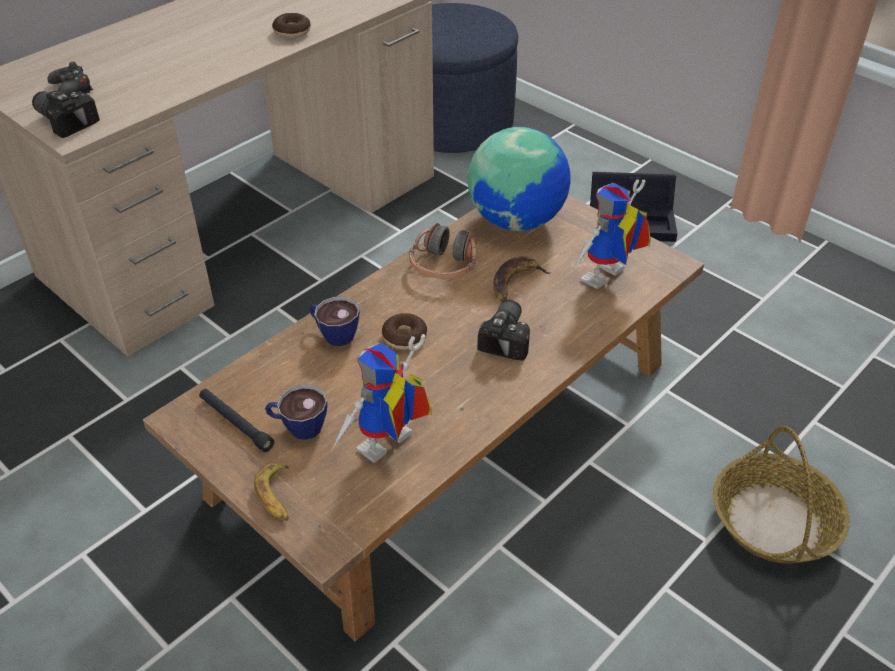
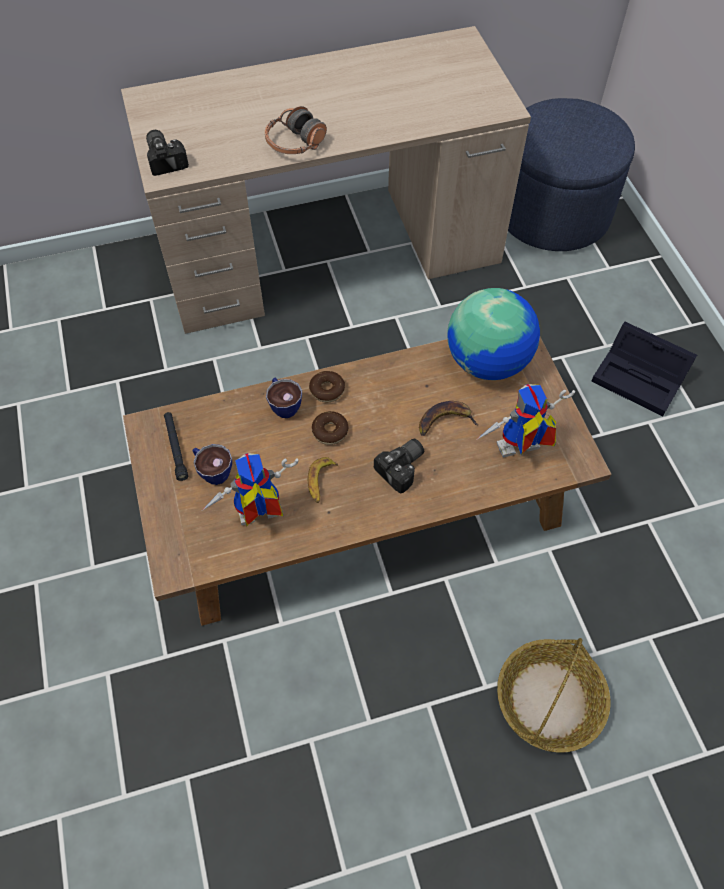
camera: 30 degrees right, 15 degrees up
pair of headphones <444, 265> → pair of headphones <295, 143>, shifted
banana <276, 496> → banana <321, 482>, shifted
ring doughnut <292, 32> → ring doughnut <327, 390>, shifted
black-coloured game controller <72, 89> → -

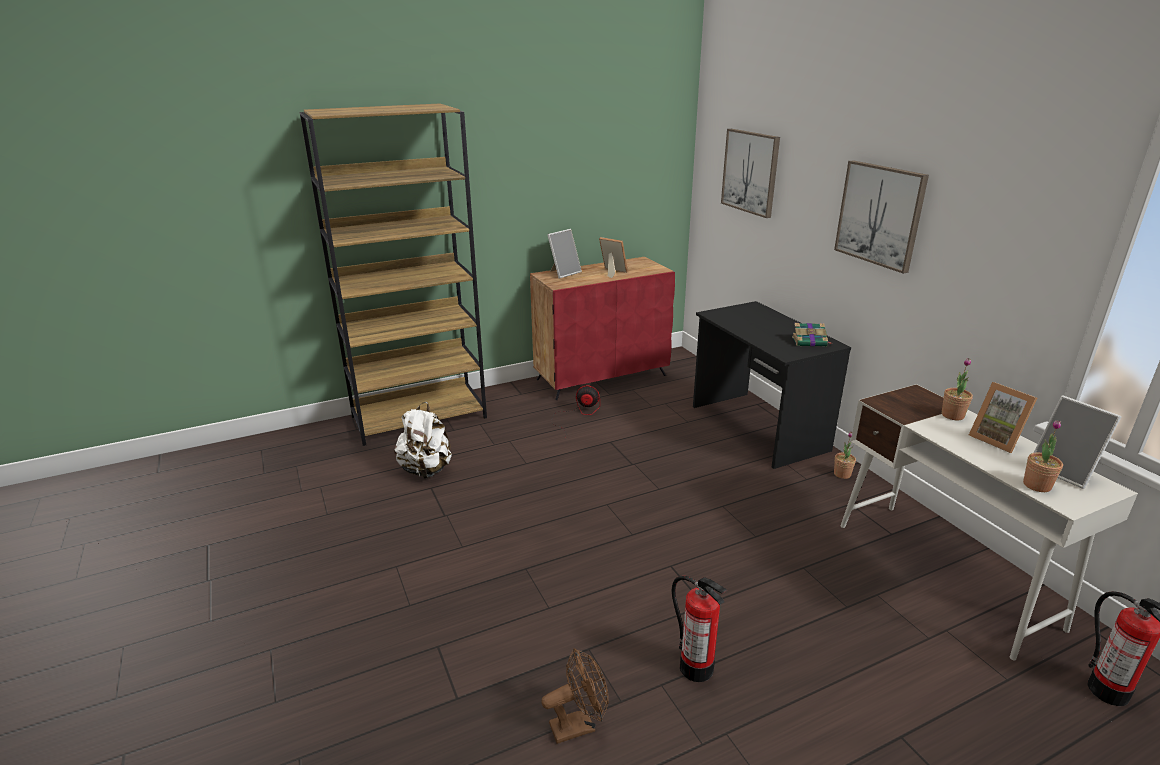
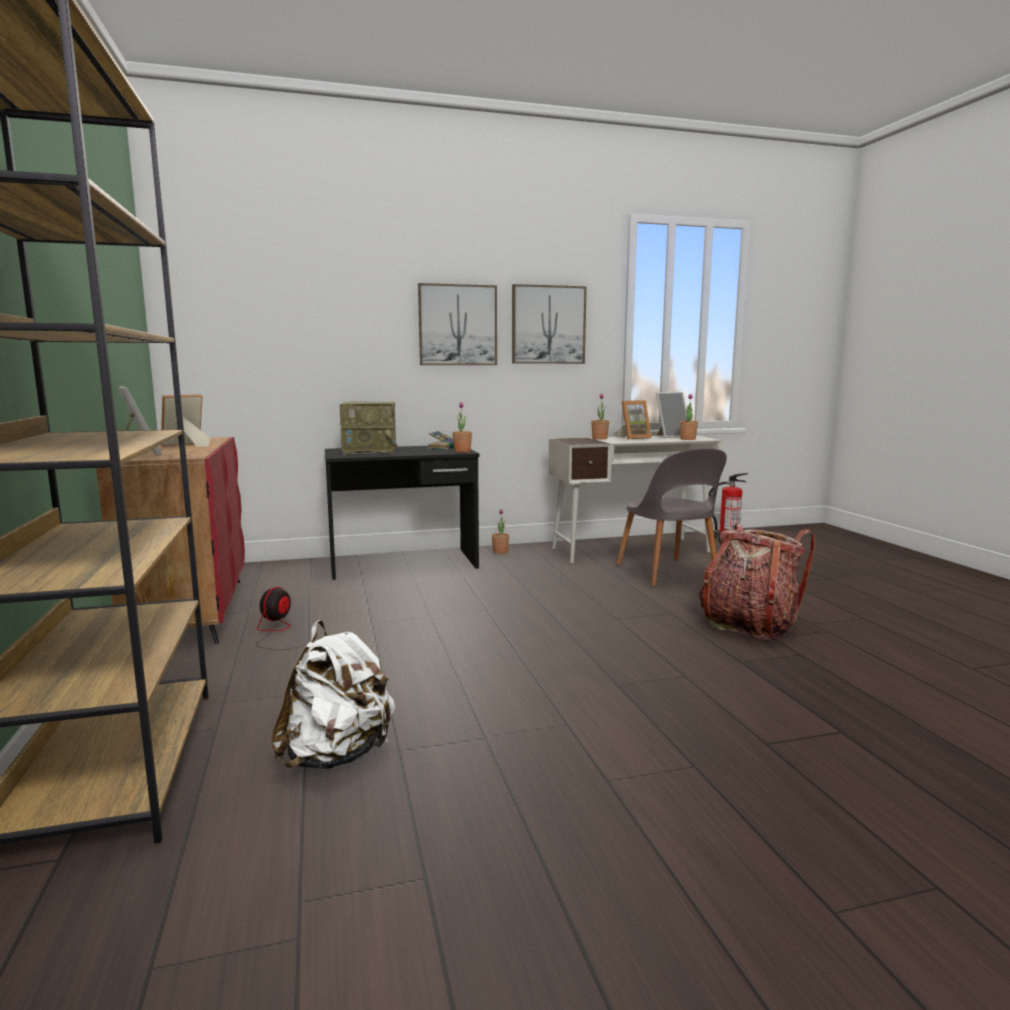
camera: 80 degrees left, 15 degrees down
- → radio <371, 452>
- → houseplant <462, 451>
wall art <750, 172> → wall art <548, 325>, shifted
- → grey chair <668, 573>
fire extinguisher <696, 667> → backpack <748, 624>
brownish cooling fan <579, 725> → -

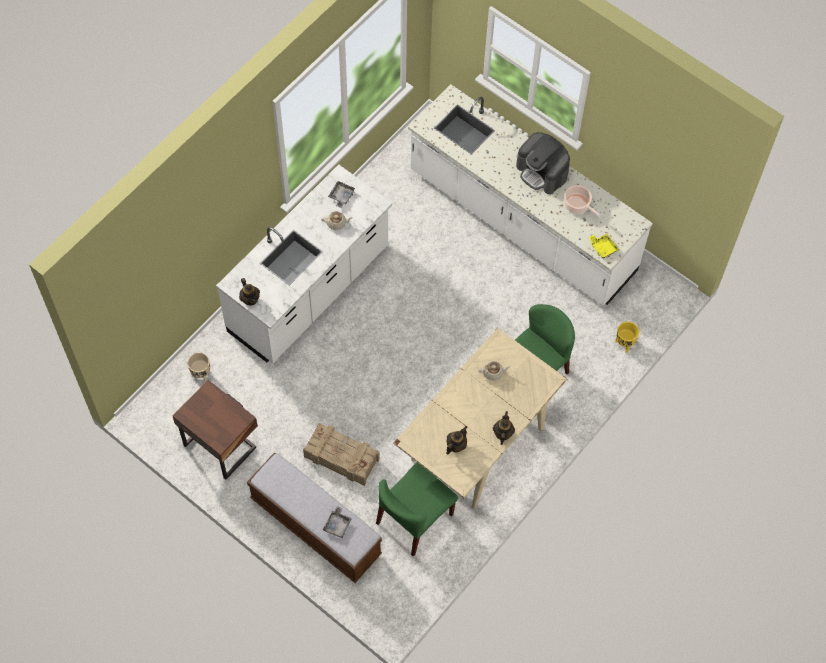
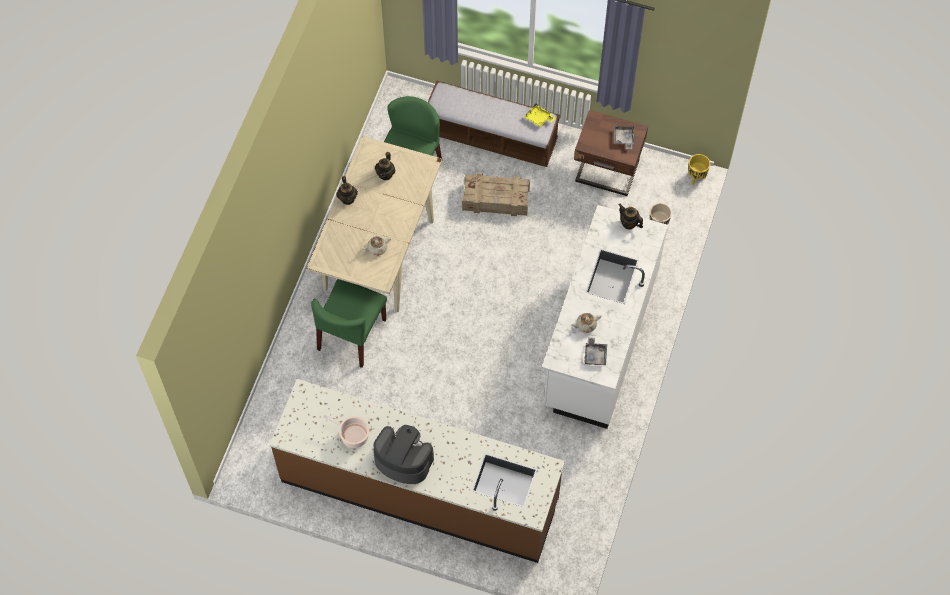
camera: 160 degrees right, 0 degrees up
white kitchen counter <521, 223> → brownish kitchen counter <419, 490>
yellowish serving tray <603, 247> → yellowish serving tray <538, 118>, shifted
grey serving tray <337, 524> → grey serving tray <623, 139>, shifted
yellowish plant pot <624, 344> → yellowish plant pot <696, 177>, shifted

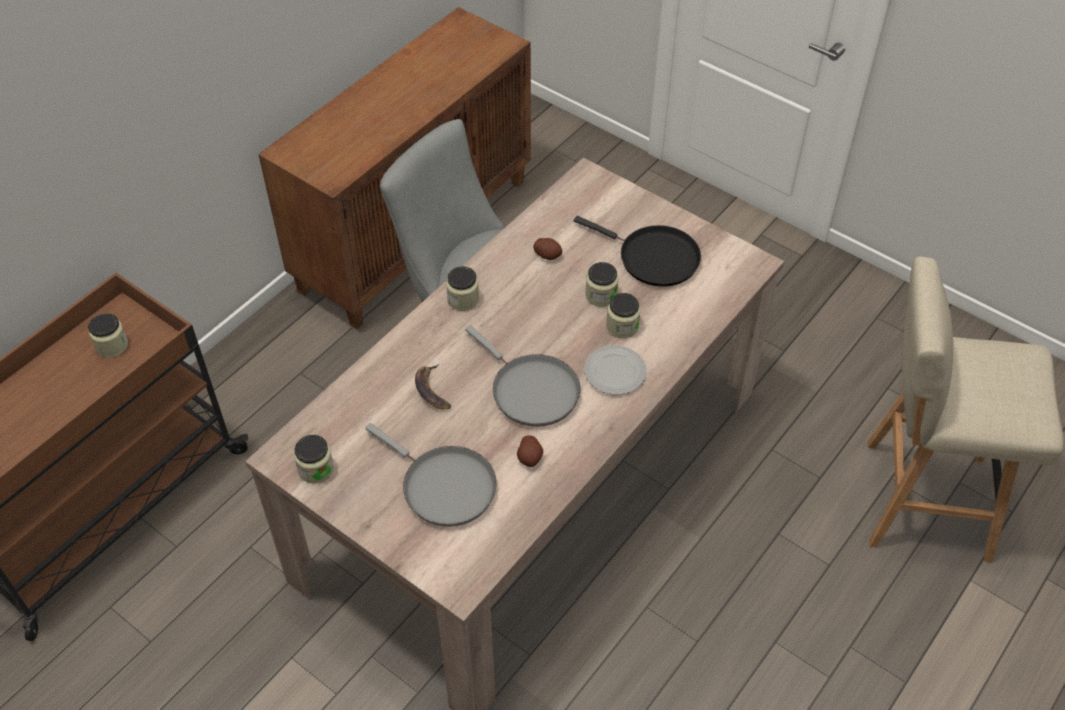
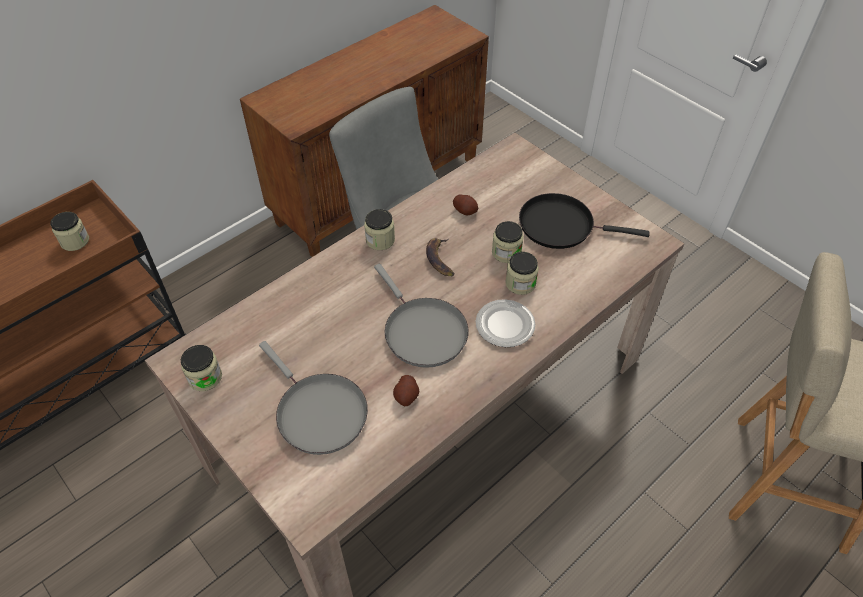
camera: 10 degrees right, 0 degrees up
banana <432, 390> → banana <440, 259>, shifted
black-coloured skillet <653, 258> → black-coloured skillet <561, 225>, 150 degrees clockwise

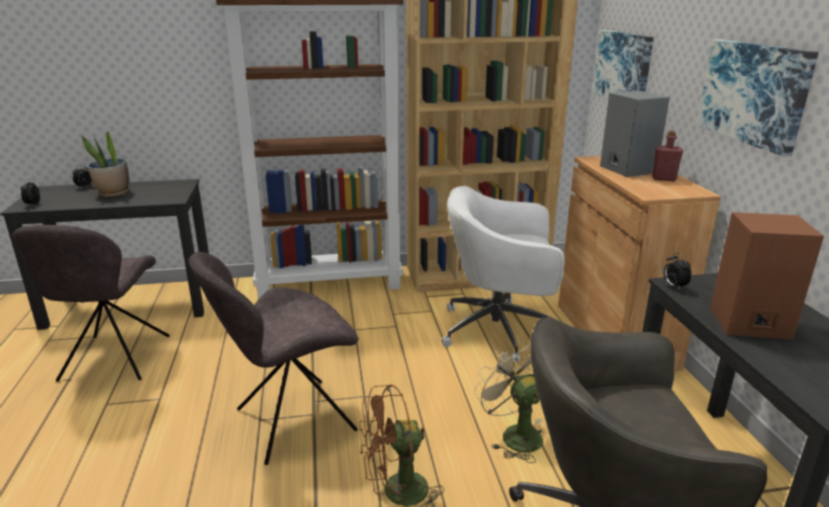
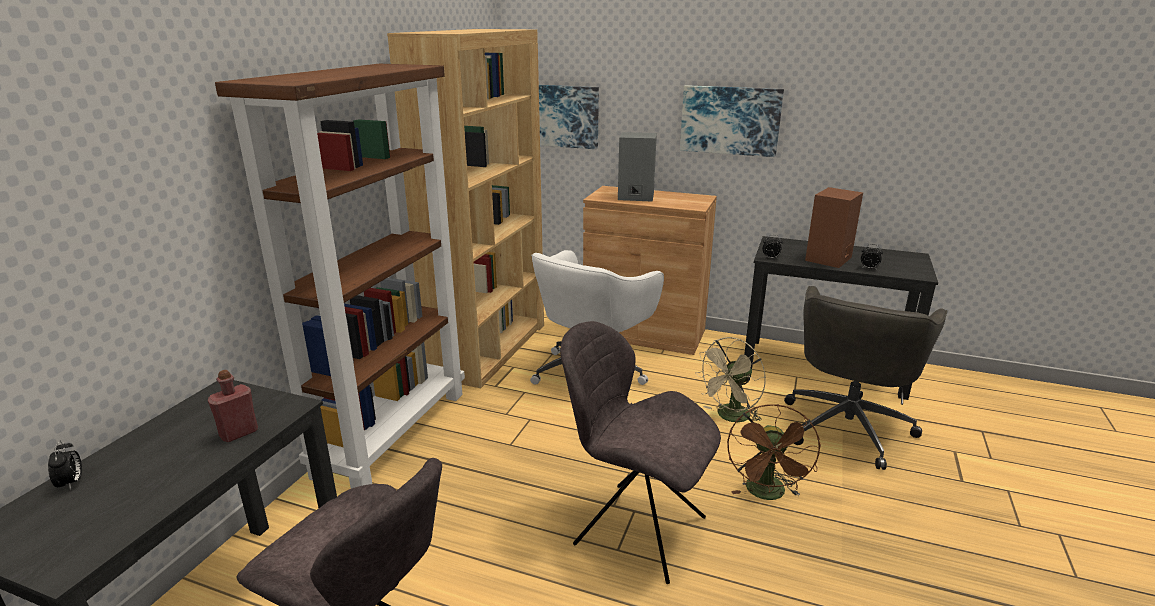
camera: 60 degrees left, 0 degrees up
red-coloured drink bottle <664, 179> → red-coloured drink bottle <239, 433>, shifted
grey chair <290, 421> → grey chair <635, 528>, 120 degrees clockwise
sand-coloured cooling fan <515, 434> → sand-coloured cooling fan <730, 417>, 45 degrees counterclockwise
table clock <33, 205> → table clock <868, 269>, shifted
houseplant <114, 193> → -

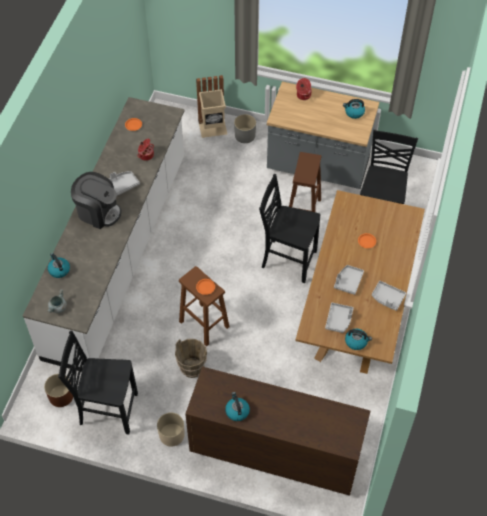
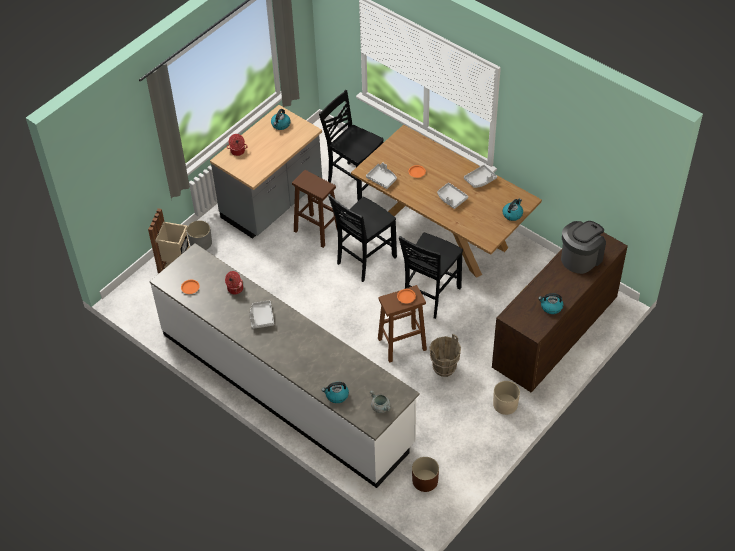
camera: 65 degrees left, 5 degrees down
grey serving tray <339, 320> → grey serving tray <382, 179>, shifted
black-coloured chair <107, 409> → black-coloured chair <430, 296>, shifted
coffee brewer <98, 212> → coffee brewer <581, 257>, shifted

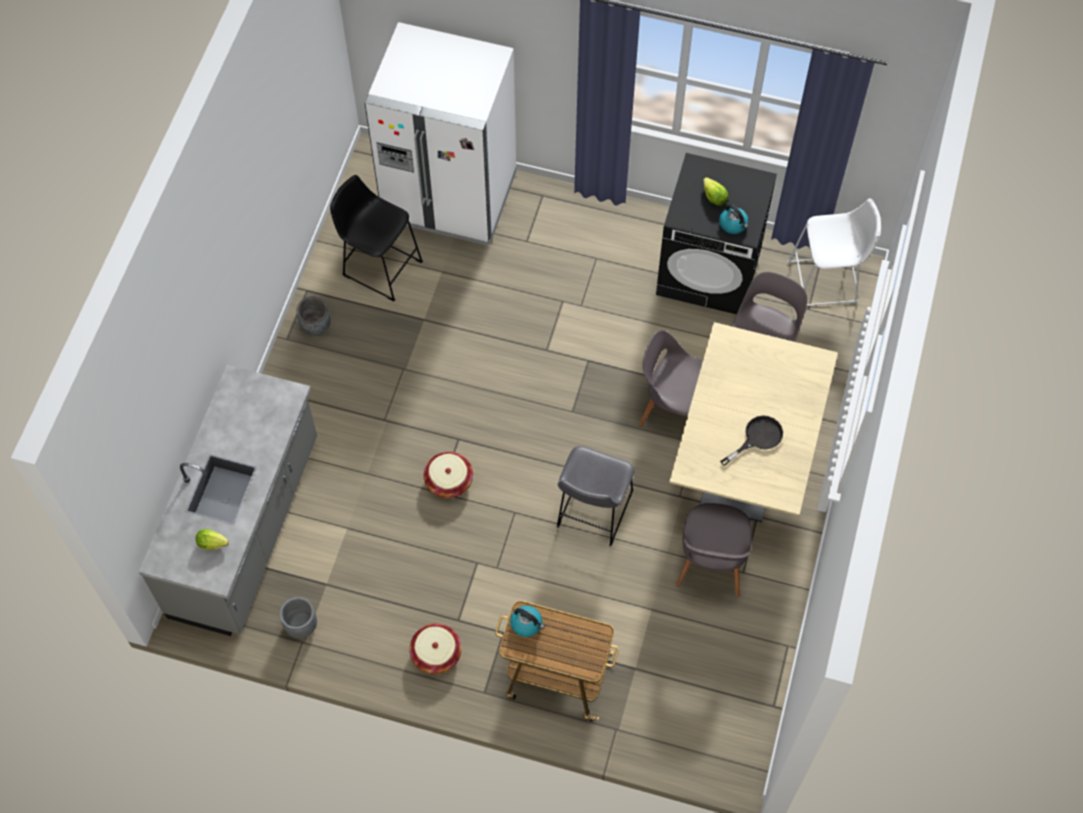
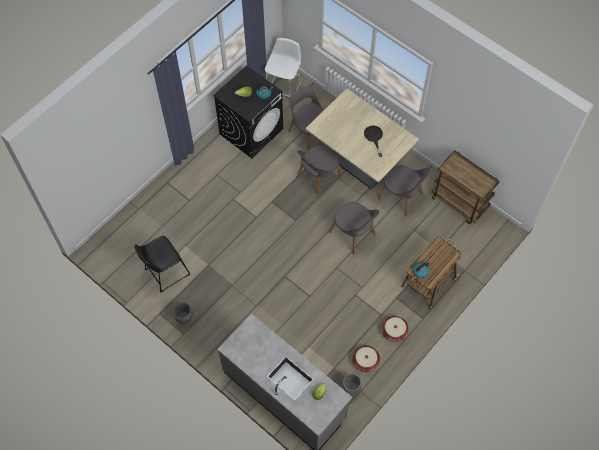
camera: 65 degrees left, 0 degrees up
grey stool <592, 513> → grey chair <353, 234>
basket <449, 481> → basket <365, 361>, shifted
- → brownish trolley <460, 202>
white fridge <449, 197> → -

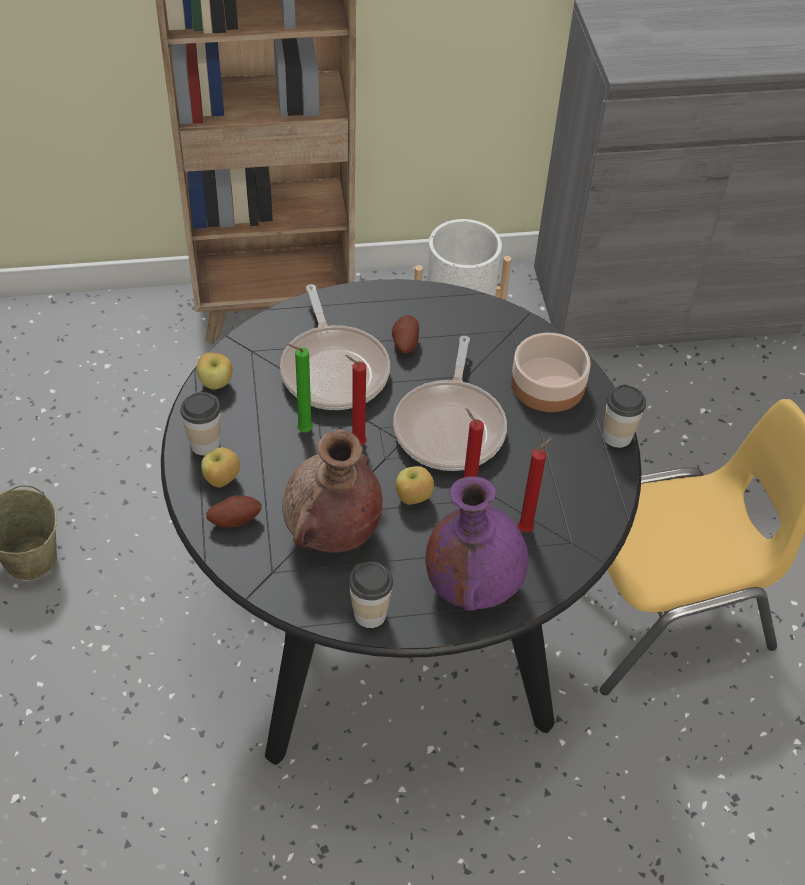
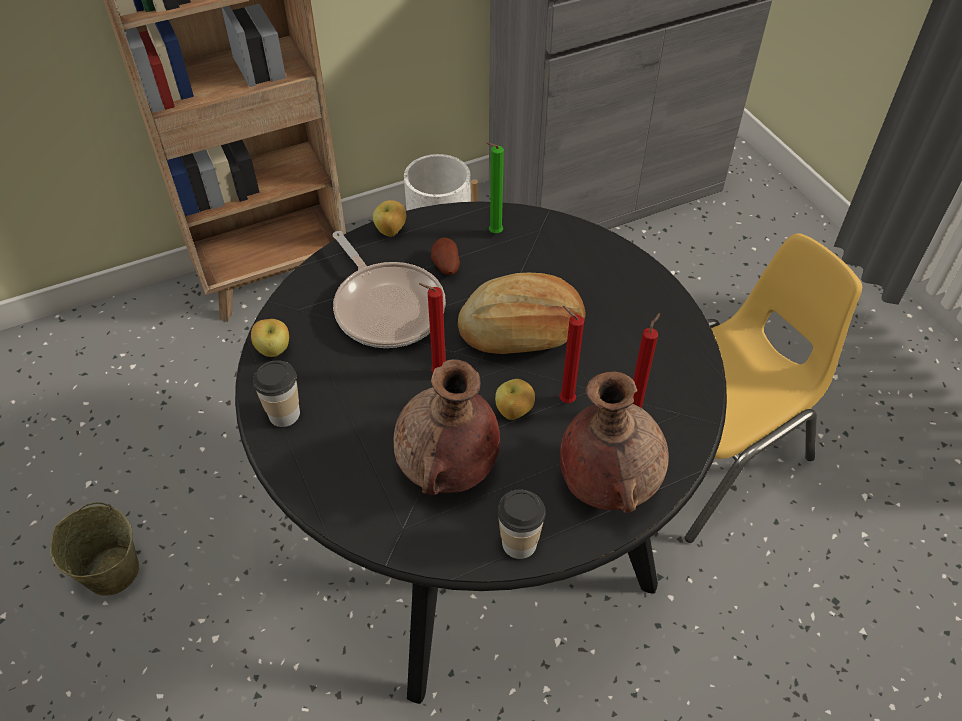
camera: 15 degrees left, 0 degrees up
apple fruit <222, 480> → apple fruit <391, 231>, shifted
skillet <451, 426> → bakery bread <521, 333>
green-coloured wax candle <302, 431> → green-coloured wax candle <493, 233>, shifted
purple-coloured vase <472, 584> → brownish vase <607, 482>
spud <235, 519> → -
serving bowl <547, 383> → -
small cup <617, 436> → -

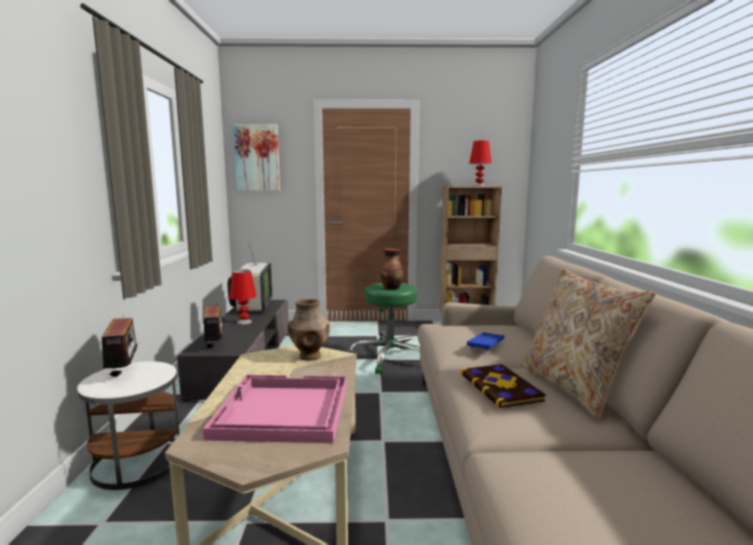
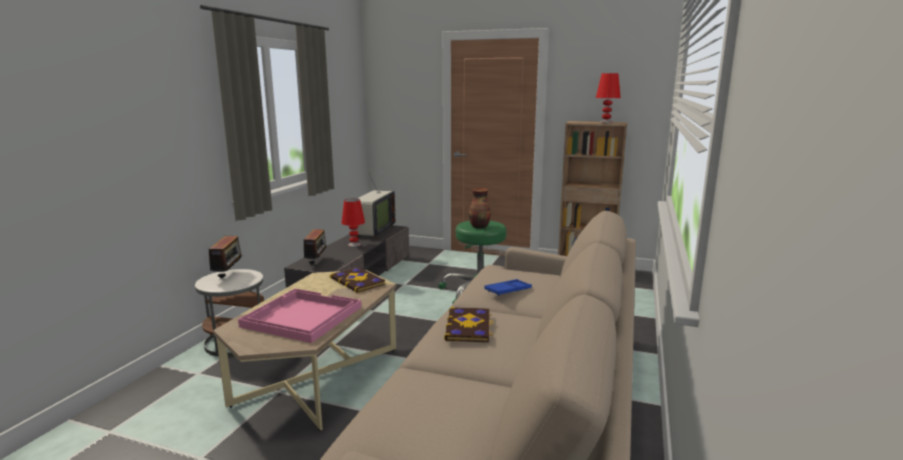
camera: 20 degrees right, 5 degrees up
brownish vase <309, 356> → bound book <358, 281>
wall art <257, 158> → -
sand-coloured pillow <573, 387> → -

